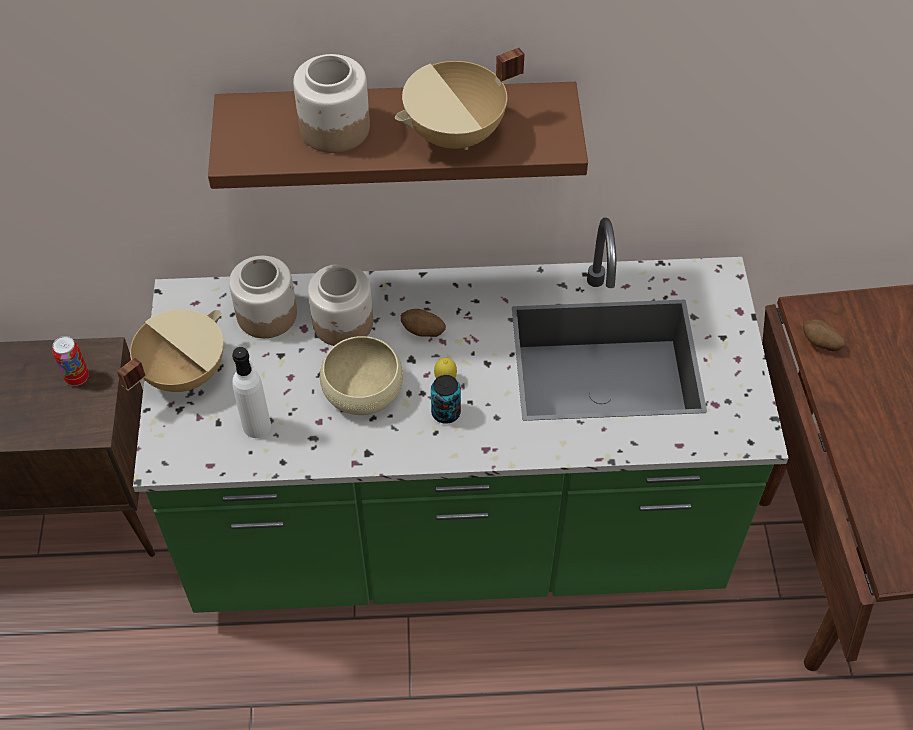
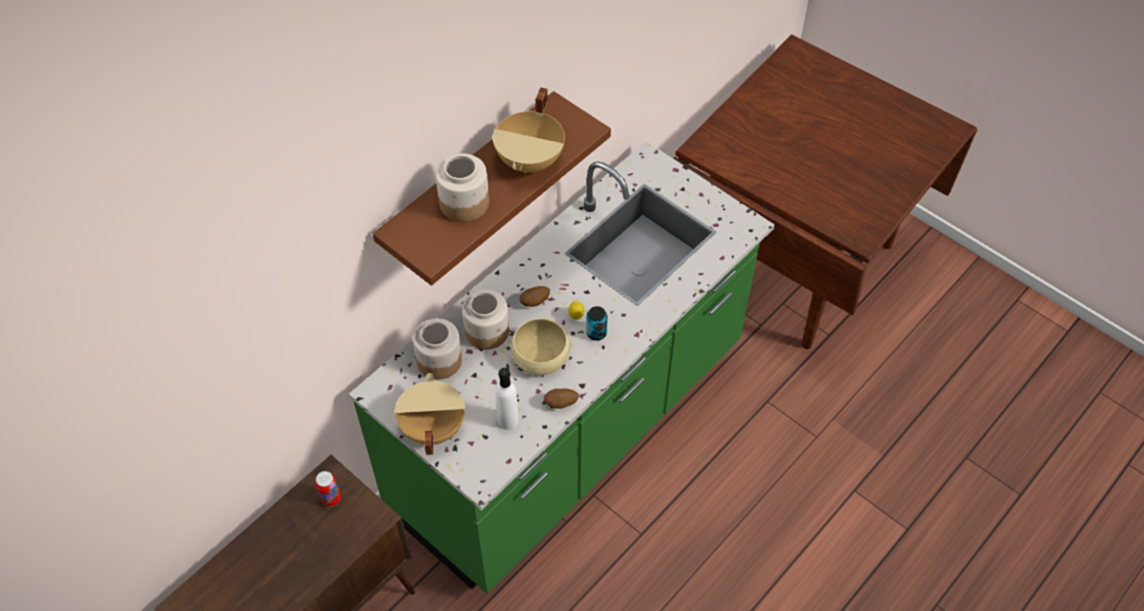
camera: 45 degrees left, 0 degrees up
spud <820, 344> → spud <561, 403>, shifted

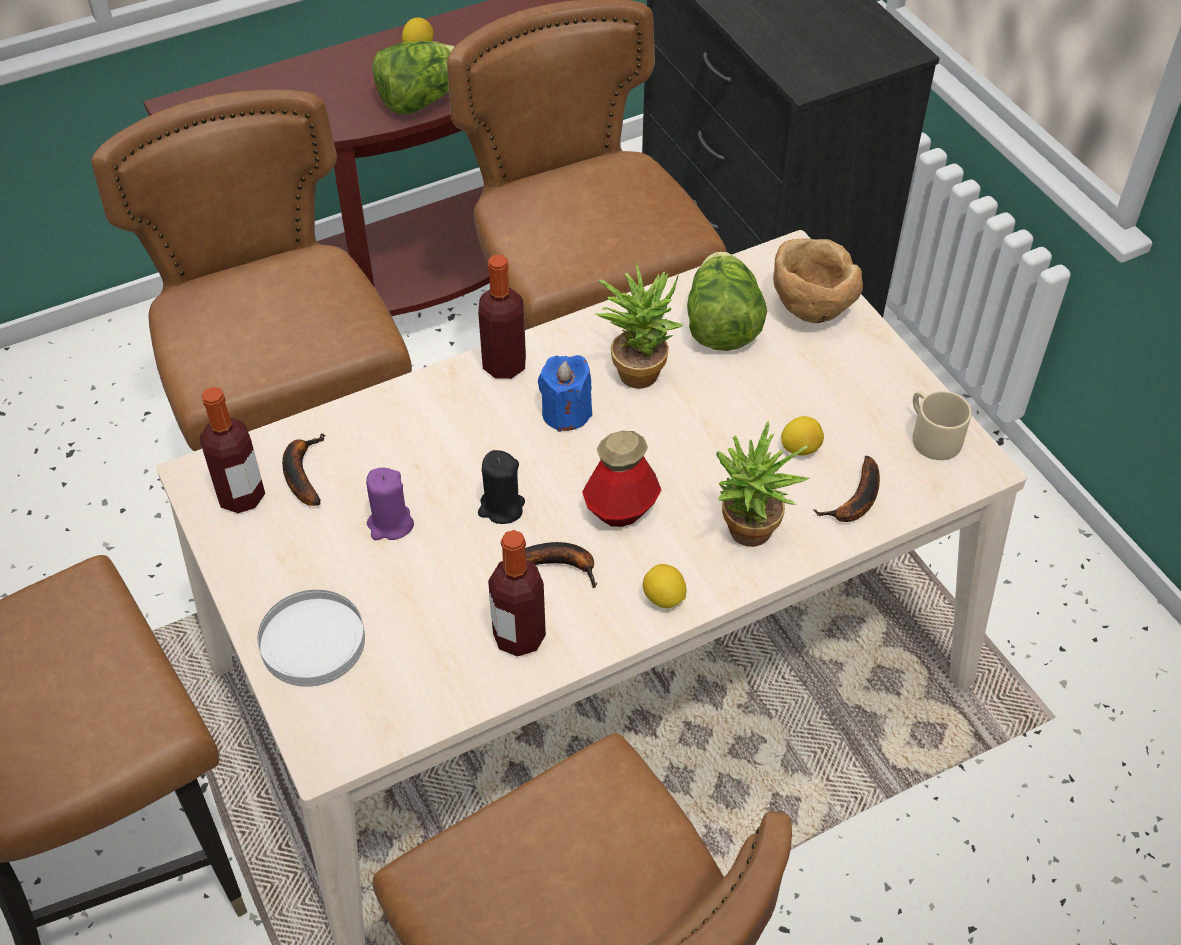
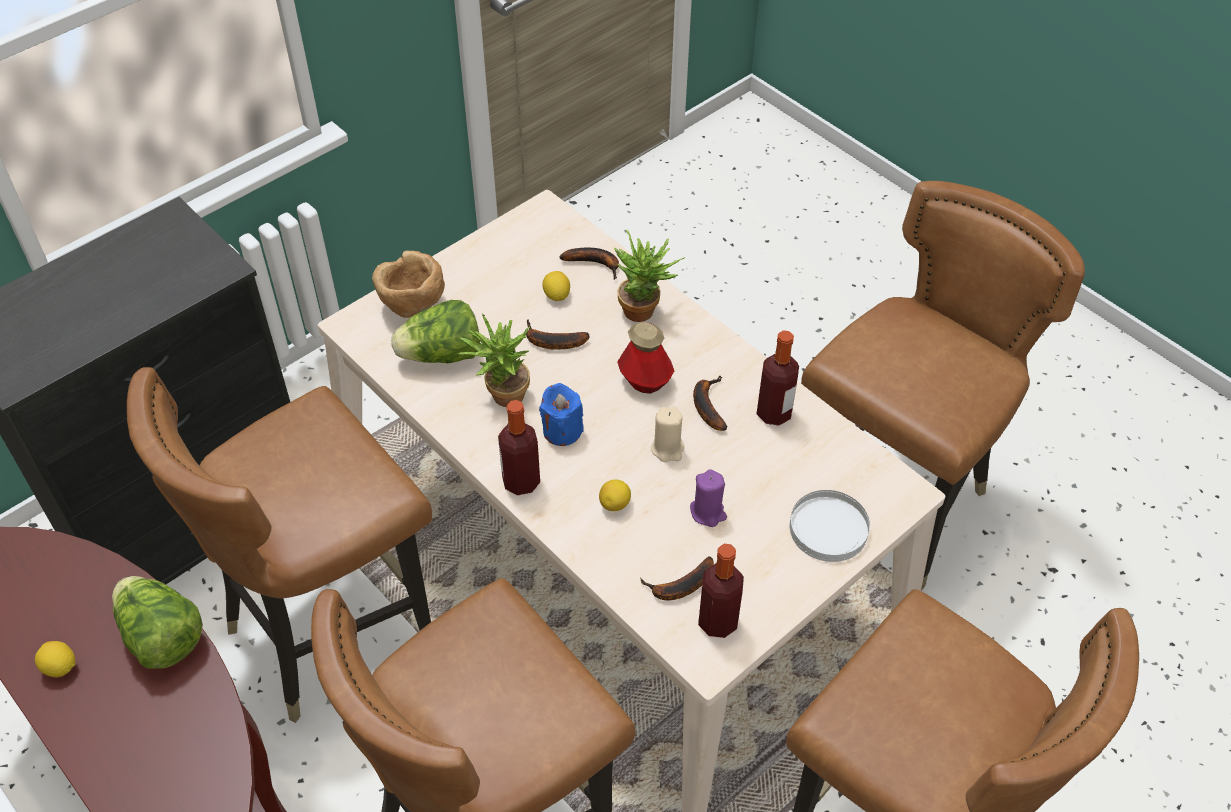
camera: 105 degrees left, 0 degrees up
- → banana <551, 342>
lemon <663, 598> → lemon <615, 504>, shifted
black-coloured wax candle <501, 507> → sand-coloured wax candle <668, 449>
sand-coloured tea mug <930, 436> → -

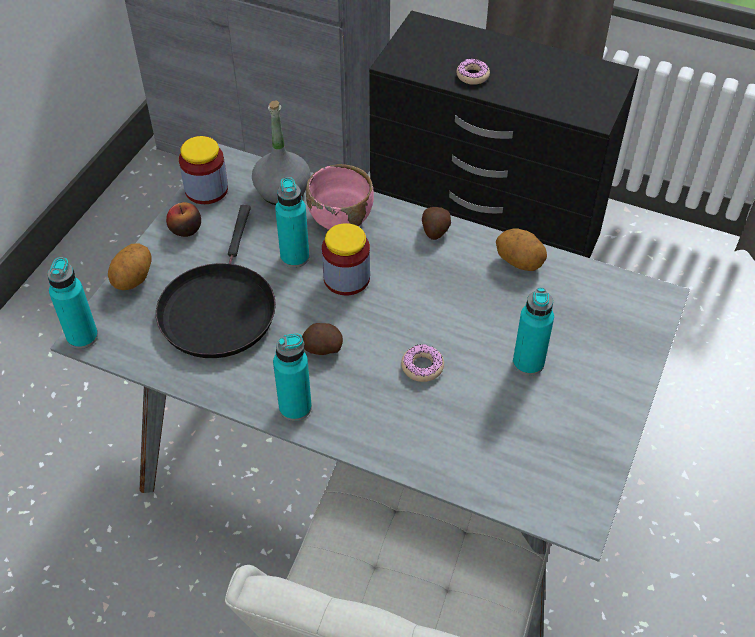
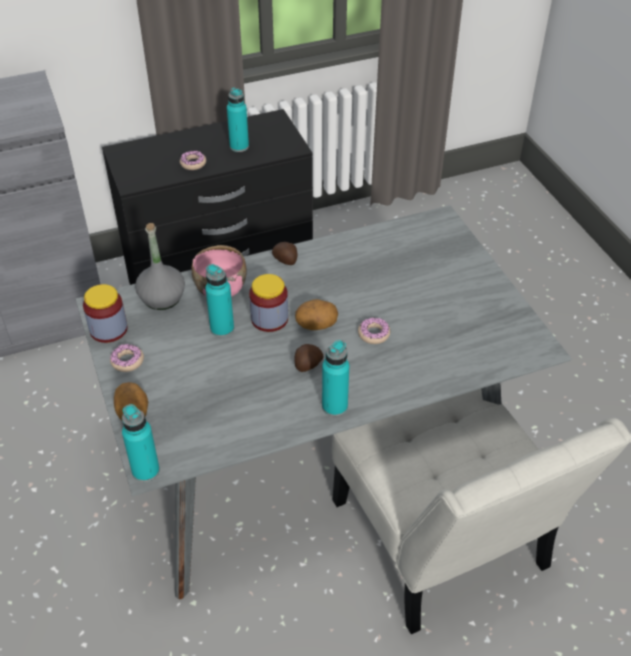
camera: 45 degrees left, 5 degrees down
apple fruit <185, 229> → ring doughnut <127, 361>
blue-green drink bottle <528, 363> → blue-green drink bottle <239, 146>, shifted
spud <519, 262> → spud <316, 325>, shifted
black-coloured skillet <218, 308> → -

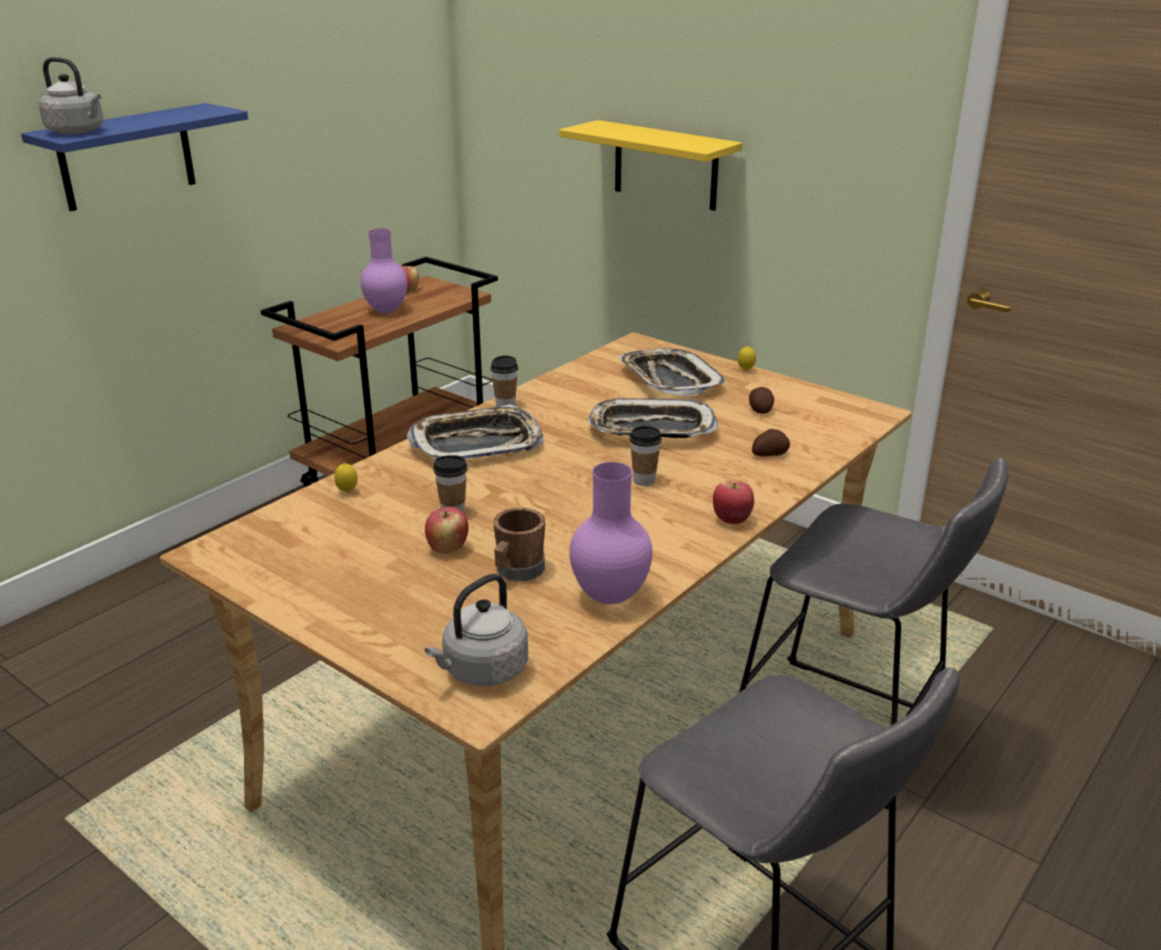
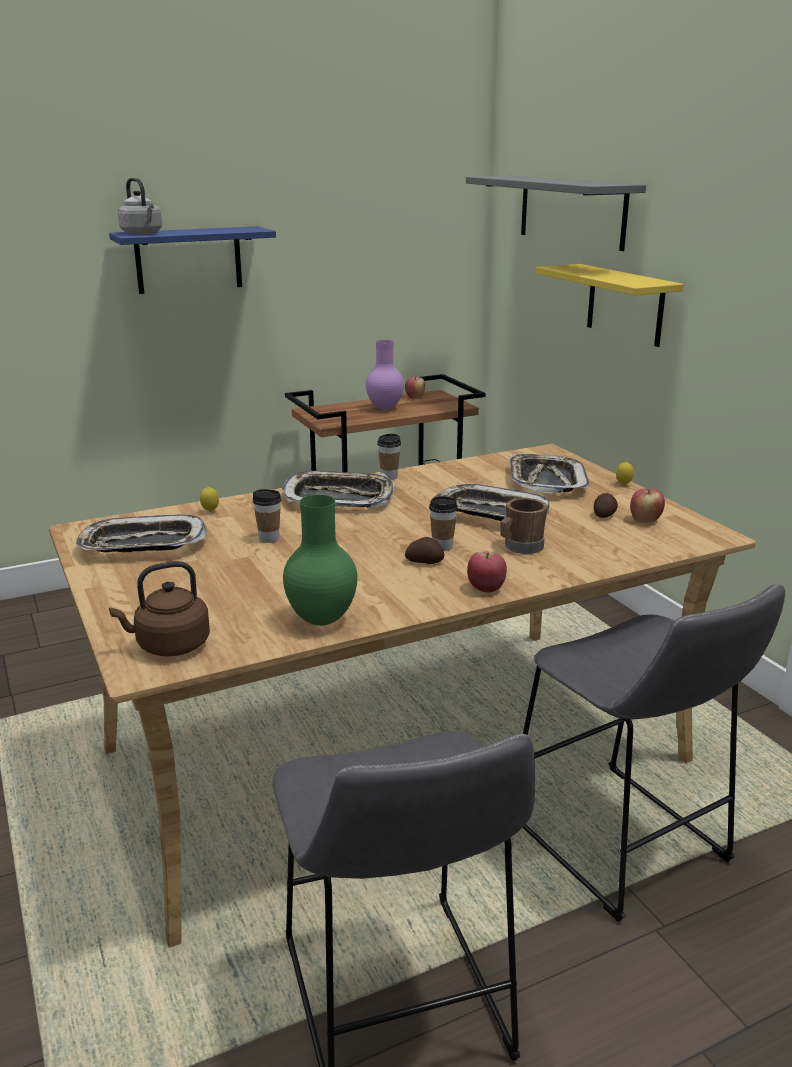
camera: 25 degrees right, 5 degrees down
- → serving tray <142, 544>
grey tea kettle <482, 671> → brownish tea kettle <169, 646>
purple-coloured vase <610, 596> → green-coloured vase <322, 619>
spud <769, 454> → spud <424, 561>, shifted
- → grey shelf <571, 211>
brownish tea mug <517, 571> → brownish tea mug <520, 547>, shifted
apple fruit <447, 548> → apple fruit <645, 520>, shifted

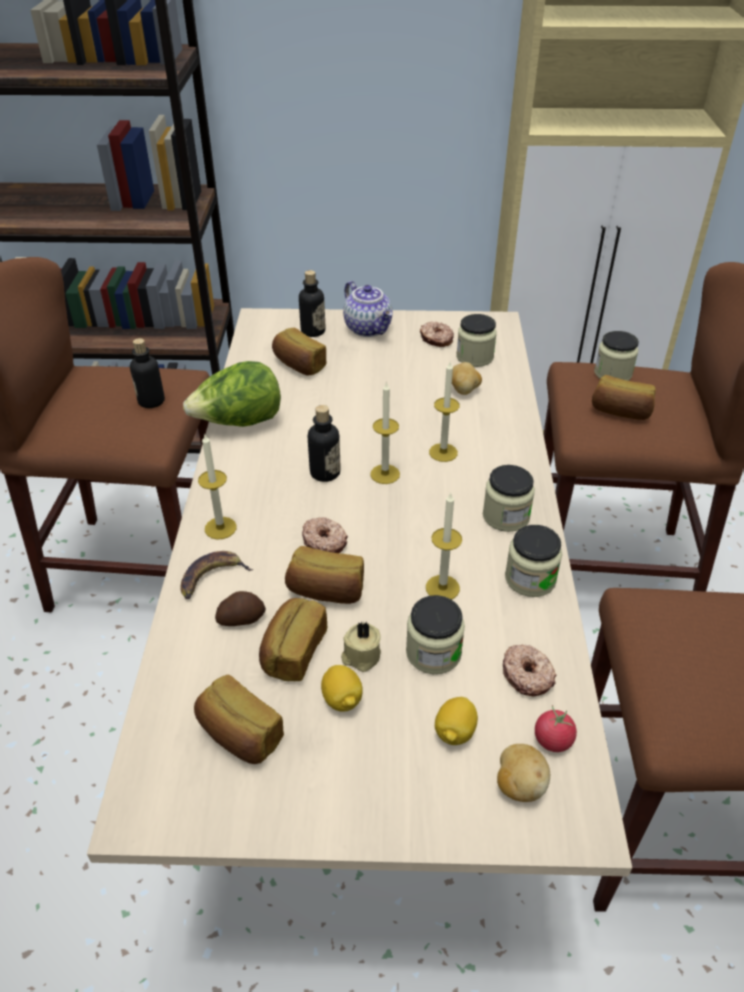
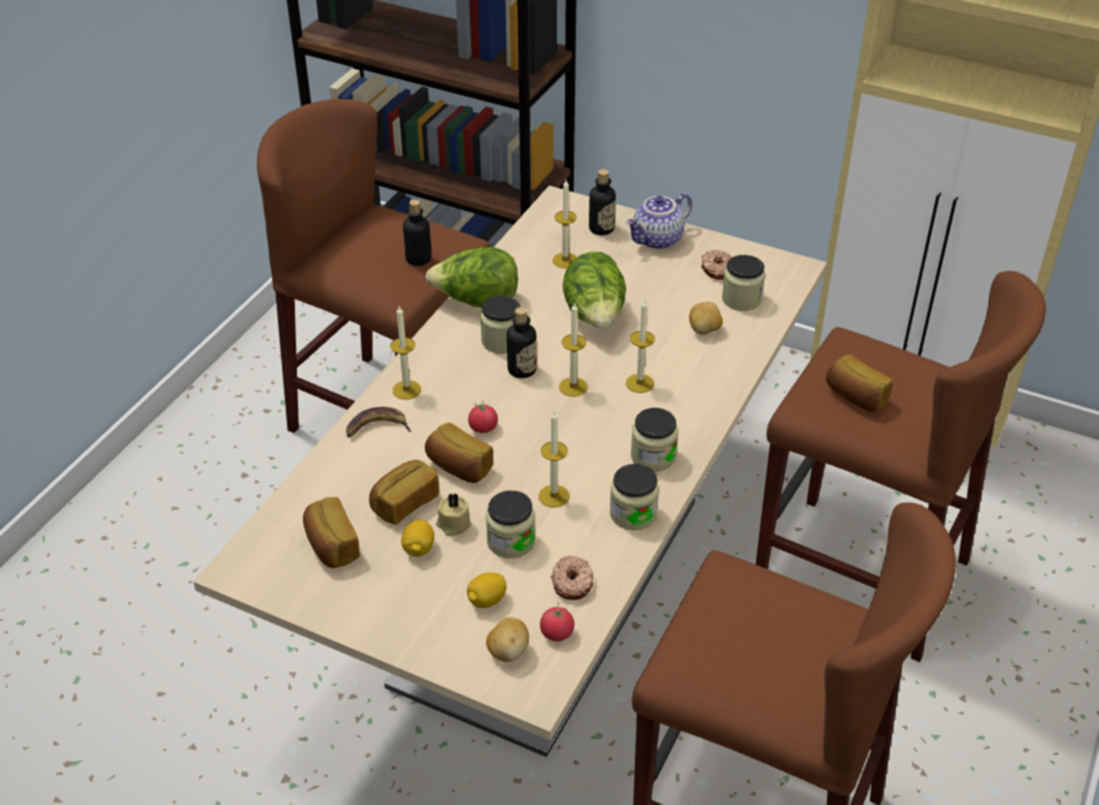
camera: 25 degrees right, 0 degrees up
ring doughnut <324, 541> → tomato <483, 428>
preserve jar <612, 373> → preserve jar <502, 341>, shifted
bakery bread <298, 365> → wax candle <565, 260>
- → lettuce head <595, 317>
tea pot <369, 328> → tea pot <658, 240>, 60 degrees clockwise
spud <241, 618> → -

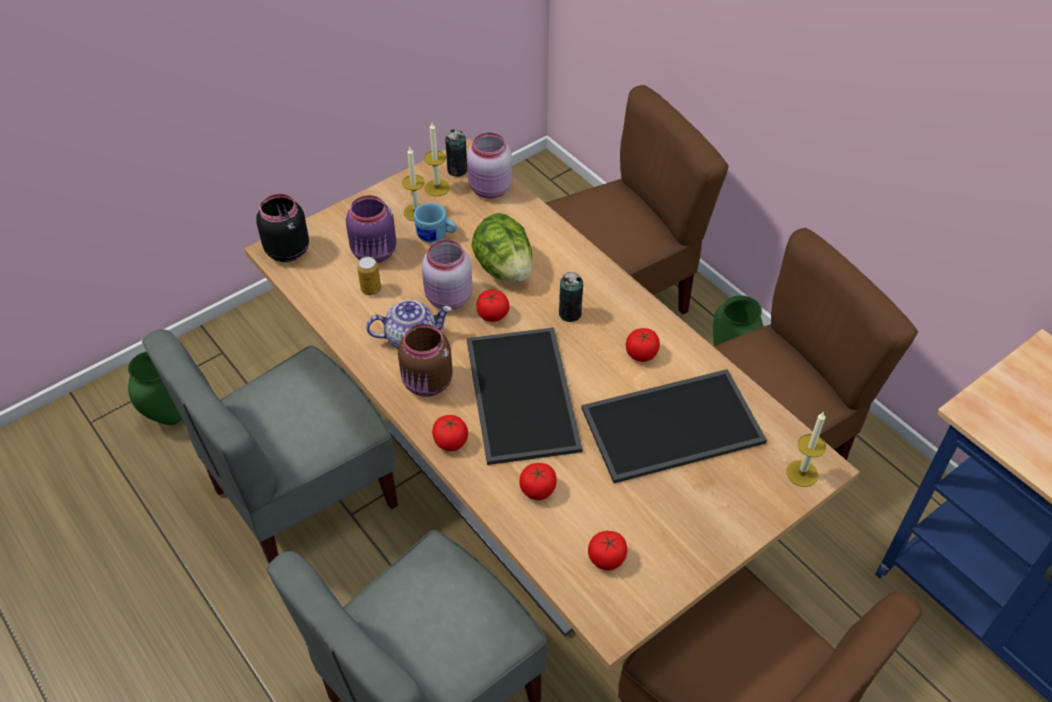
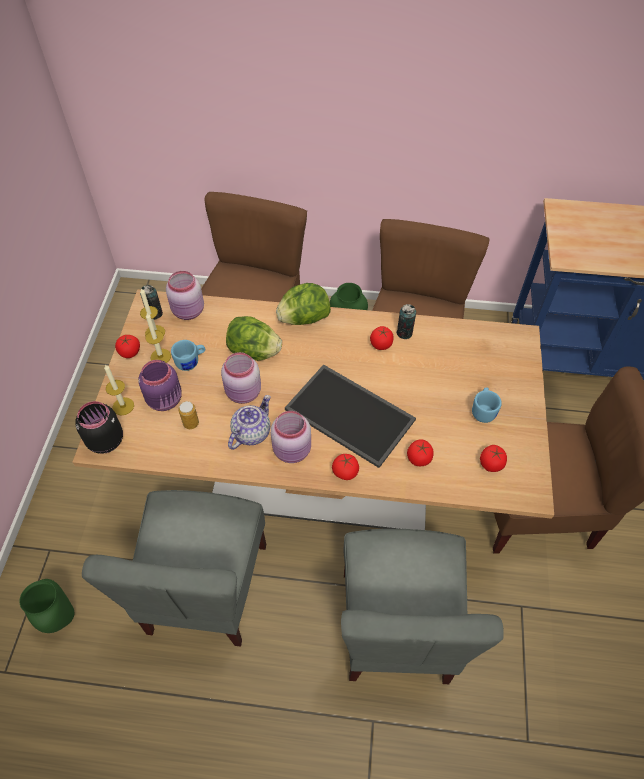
camera: 45 degrees left, 5 degrees up
wax candle <802, 473> → wax candle <123, 406>, shifted
tomato <492, 315> → tomato <130, 352>, shifted
brownish preserve jar <427, 384> → pink preserve jar <293, 451>
- → lettuce head <304, 319>
can <570, 314> → can <404, 333>, shifted
- → bluish tea mug <483, 410>
serving tray <673, 423> → -

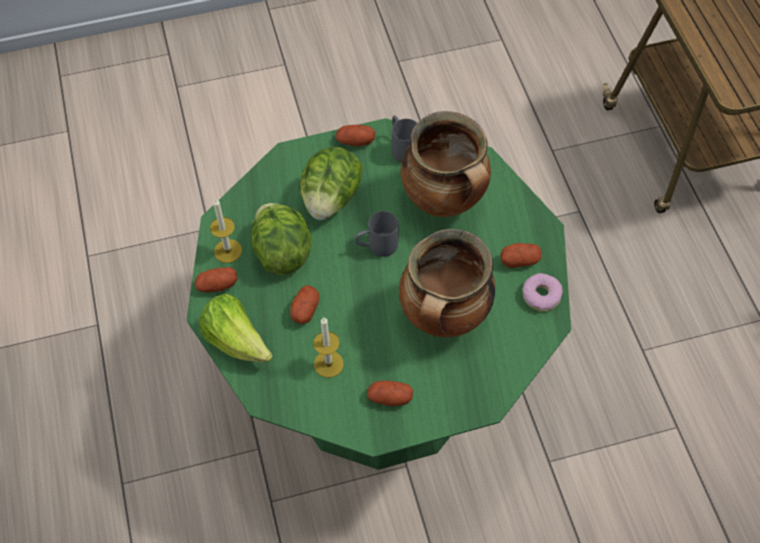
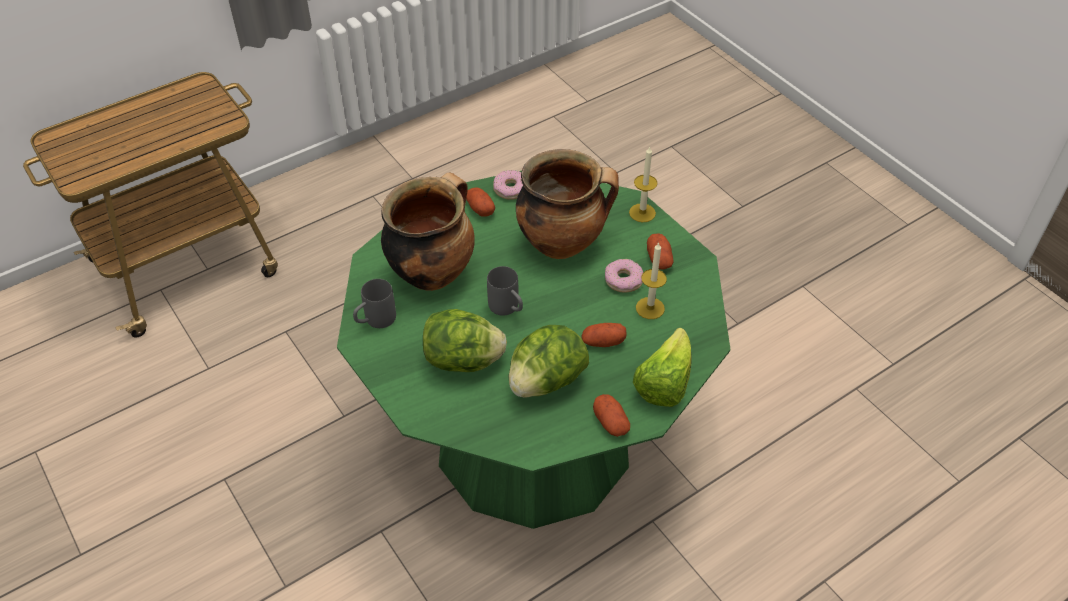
camera: 110 degrees left, 10 degrees down
- → ring doughnut <623, 280>
wax candle <228, 251> → wax candle <642, 213>, shifted
spud <355, 141> → -

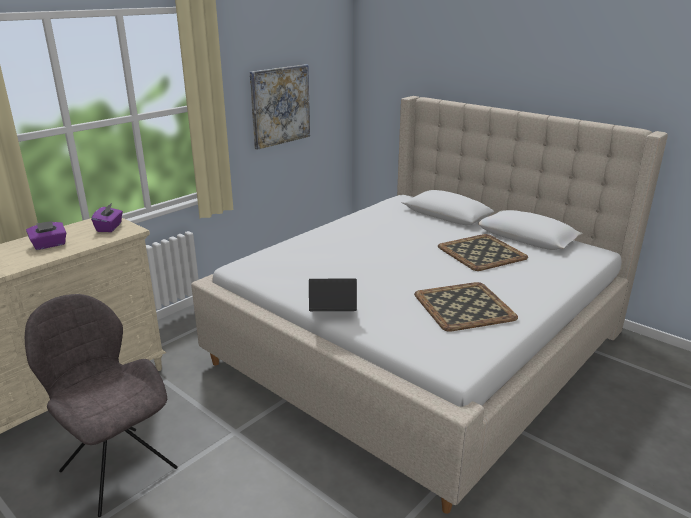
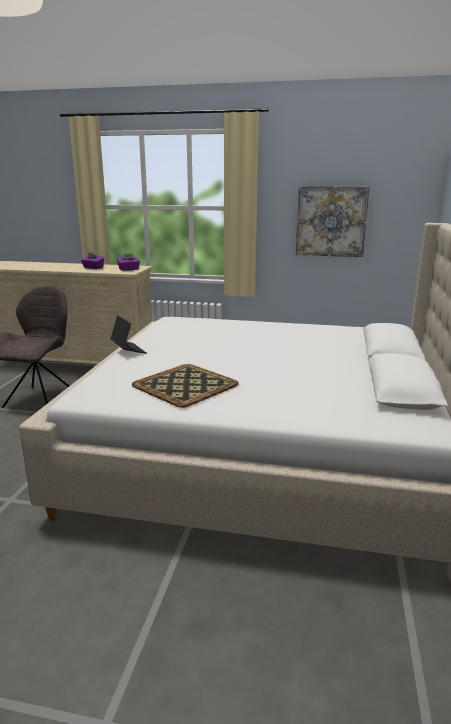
camera: 60 degrees right, 5 degrees down
serving tray <482, 253> → -

